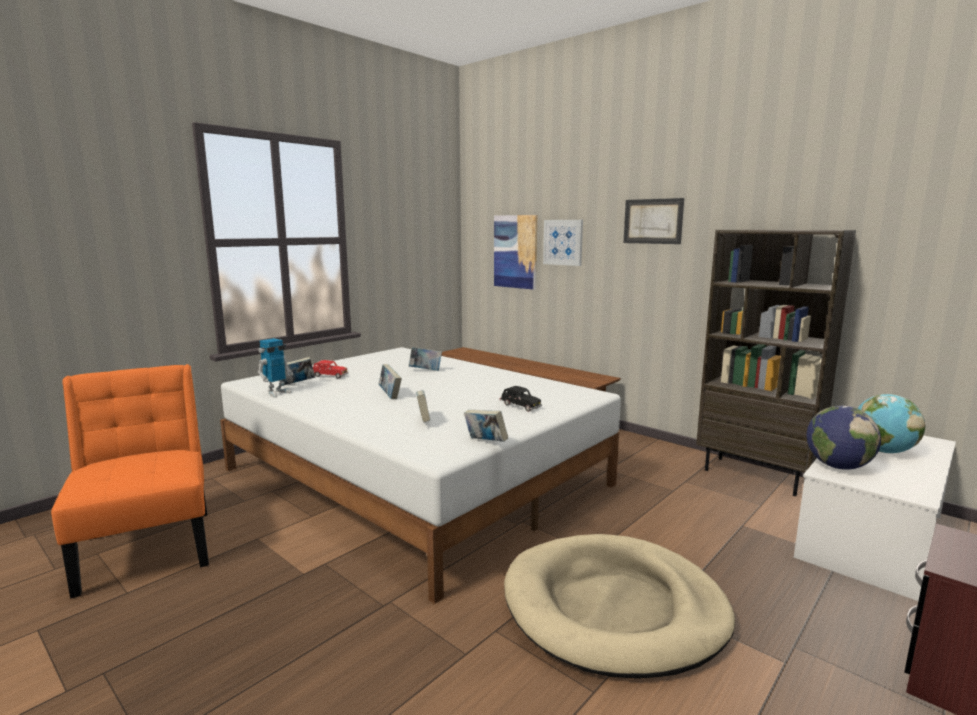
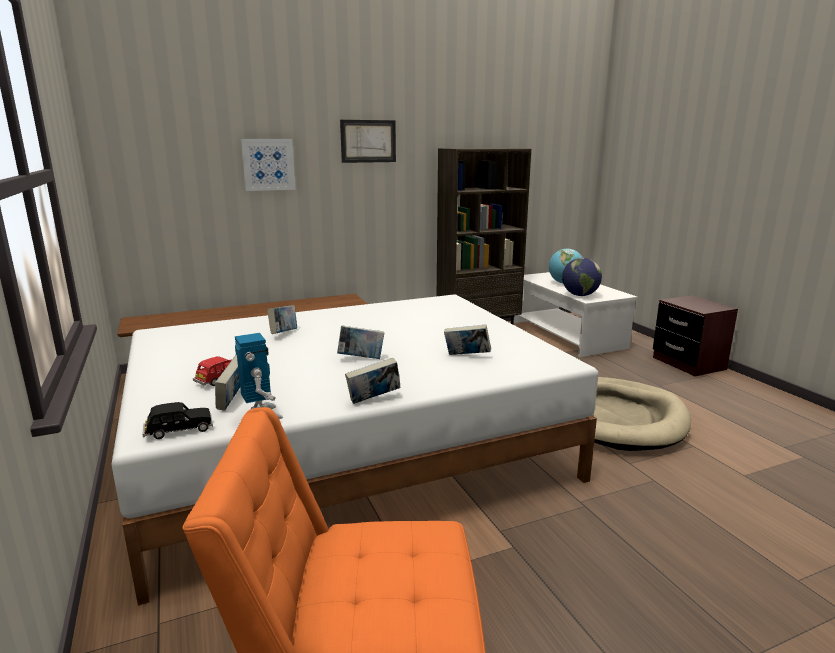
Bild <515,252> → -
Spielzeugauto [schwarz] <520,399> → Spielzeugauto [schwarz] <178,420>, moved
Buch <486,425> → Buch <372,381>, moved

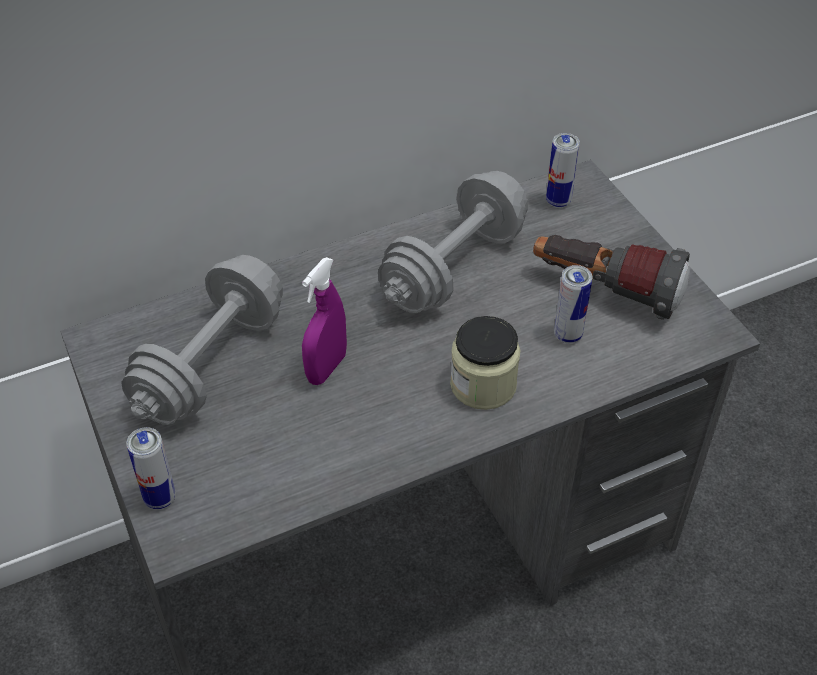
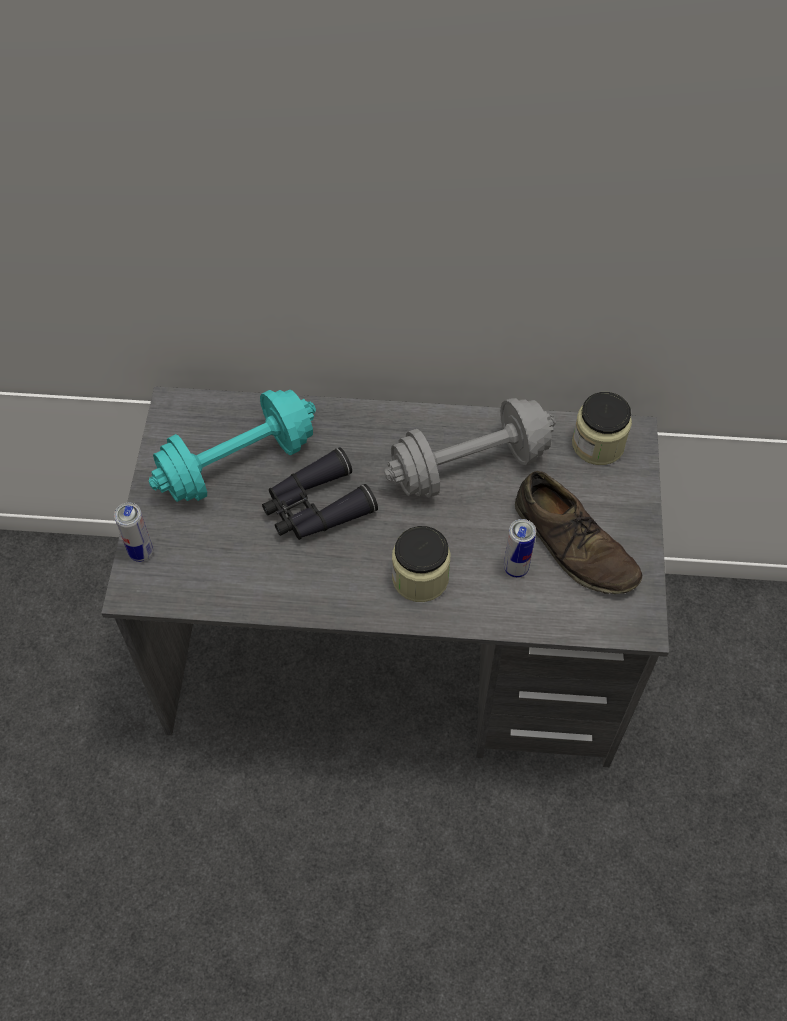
Dose <563,170> → Vorratsglas <602,428>
Taschenlampe <611,277> → Schuh [braun] <579,532>
Hantel [grau] <202,340> → Hantel [türkis] <232,446>
Sprühflasche [lila] <324,321> → Fernglas [schwarz] <320,493>

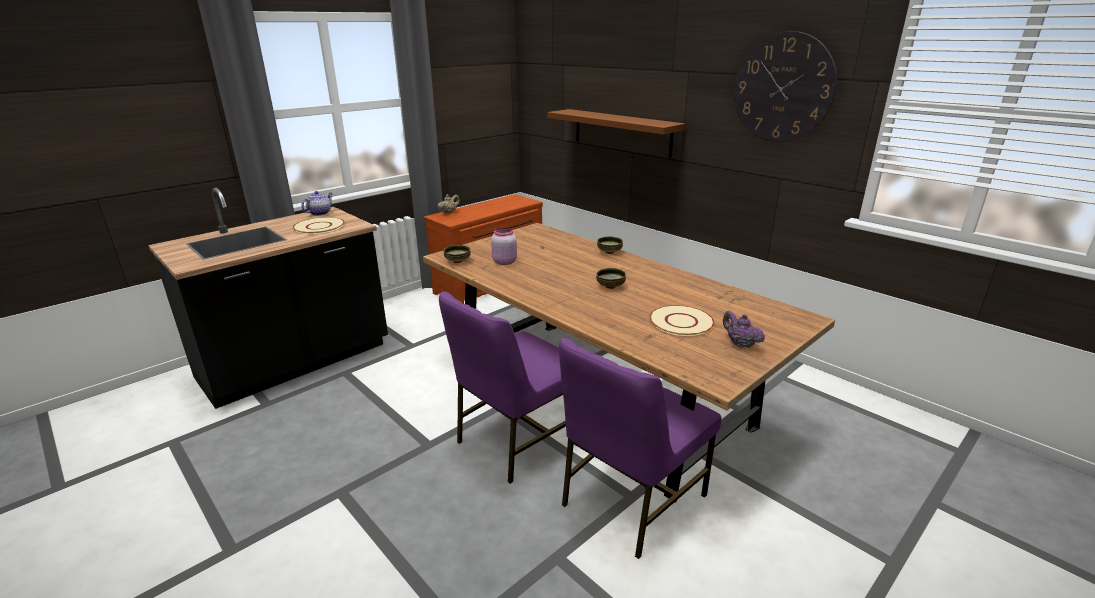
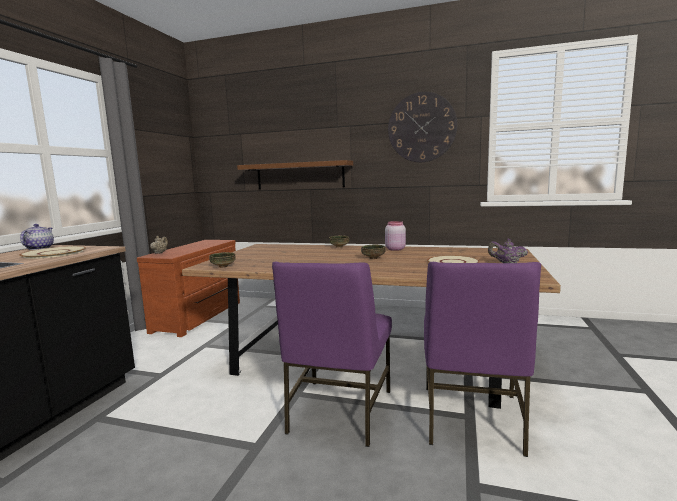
Vorratsglas [rosa] <504,246> → Vorratsglas [rosa] <395,236>, moved

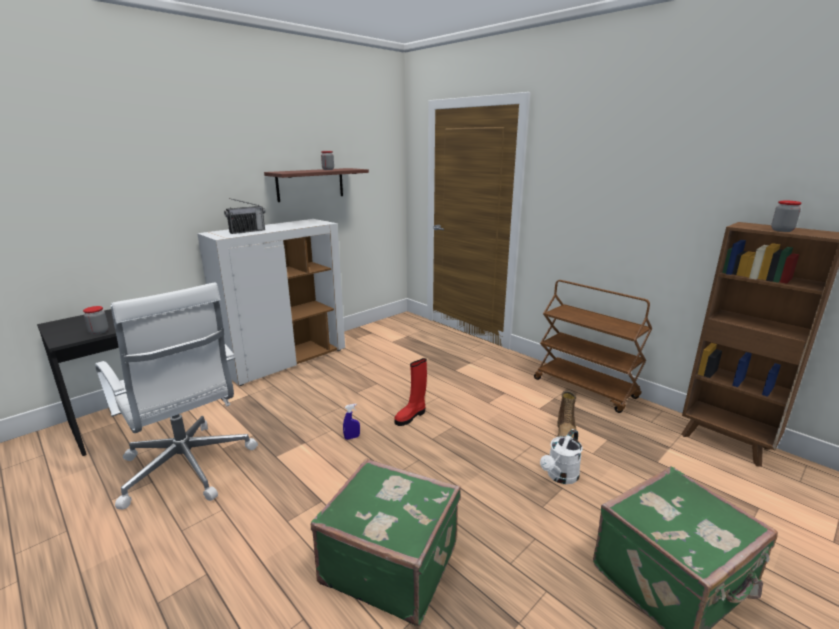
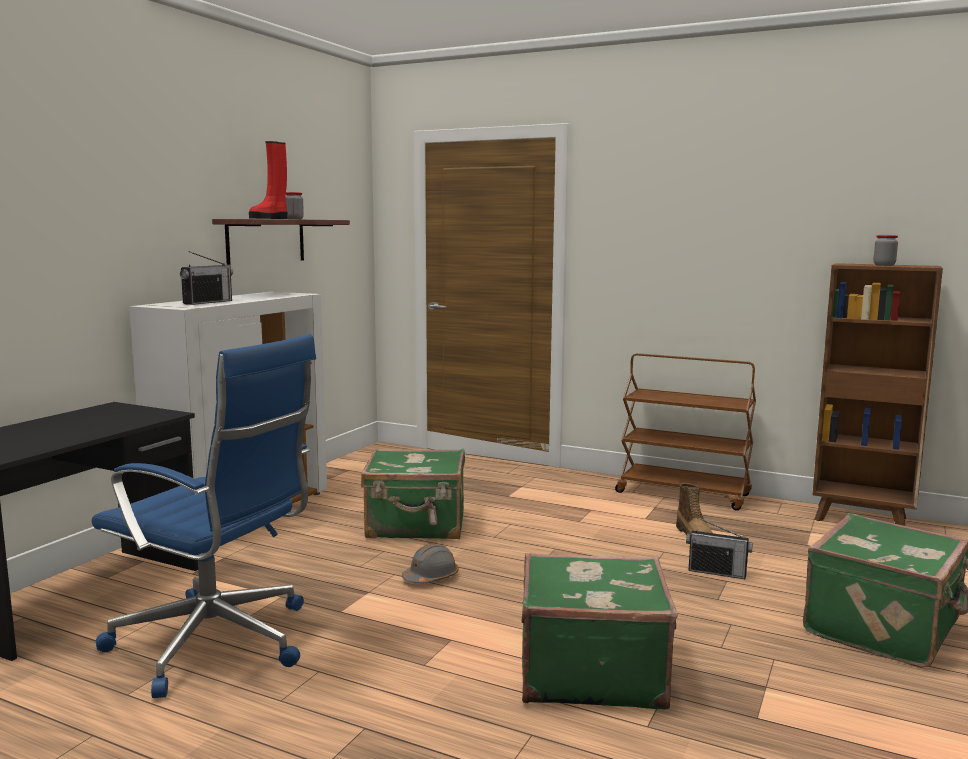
Bürostuhl [weiß] <176,396> → Bürostuhl [blau] <204,516>
Vorratsglas <95,320> → -
Stiefel [rot] <410,392> → Stiefel [rot] <268,180>, moved
Sprühflasche [blau] <351,422> → Schutzhelm [grau] <430,563>
Gießkanne [weiß] <561,456> → Radio <719,548>
- → Koffer [grün] <413,493>

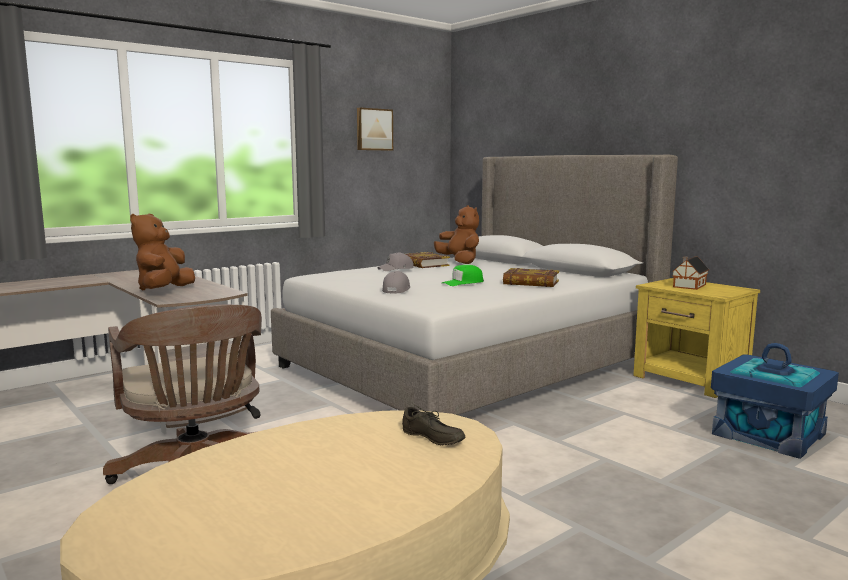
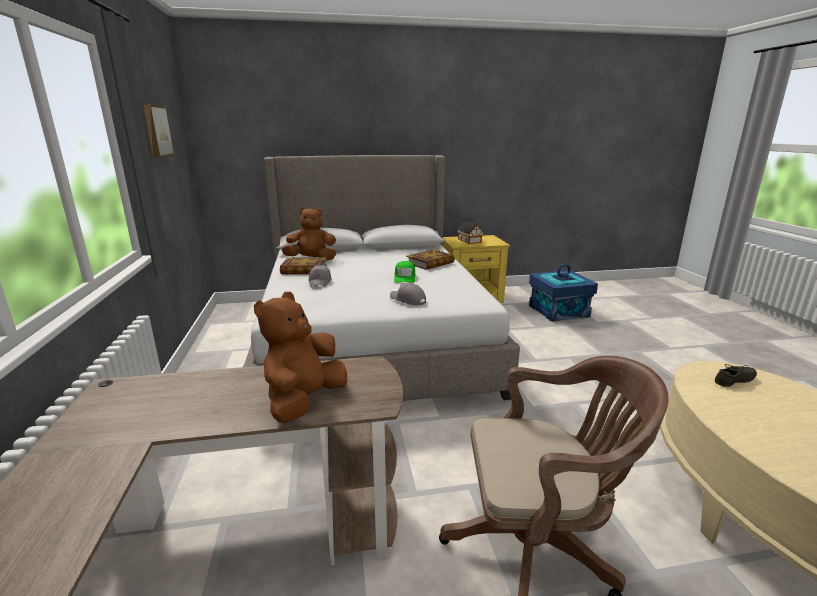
Plüschtier [braun] <162,251> → Plüschtier [braun] <300,357>, 75 degrees clockwise

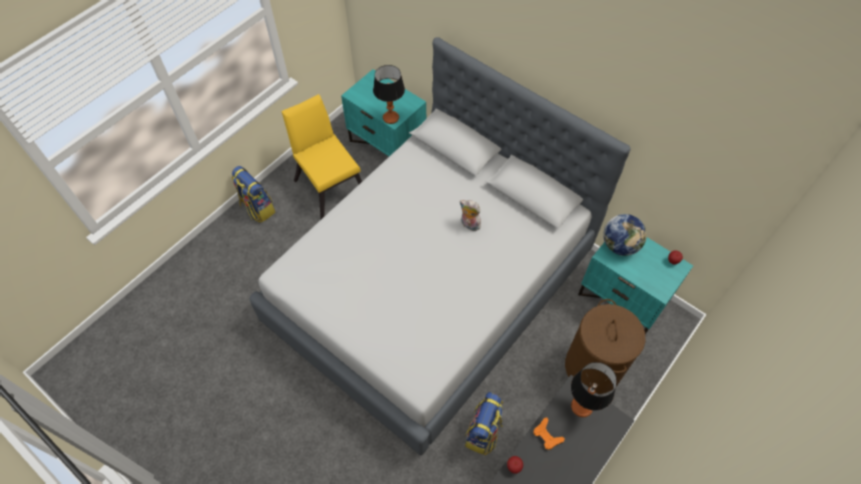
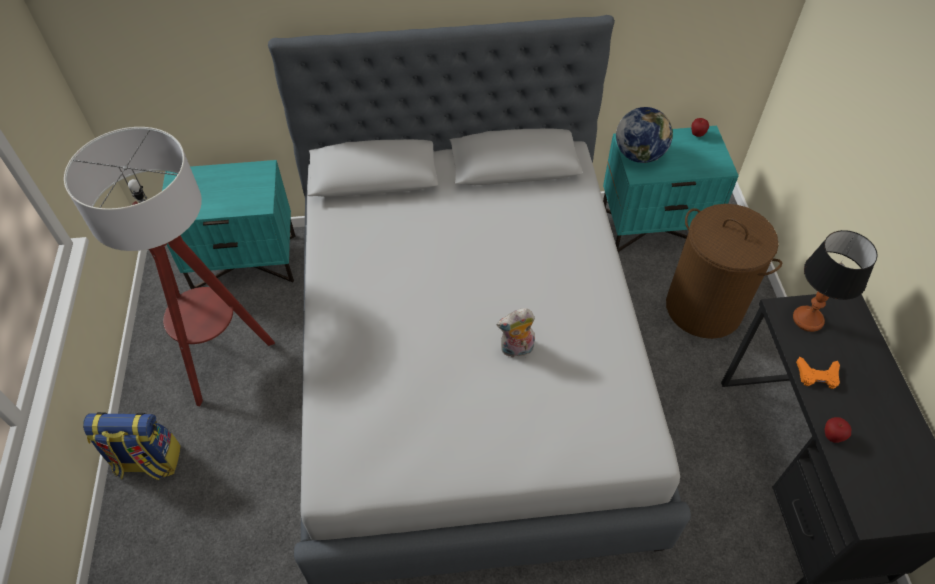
Tischlampe <389,94> → -
Stuhl [gelb] <322,156> → Stehlampe <169,266>
Plüschtier <471,215> → Plüschtier <516,332>, moved
Rucksack <484,423> → -

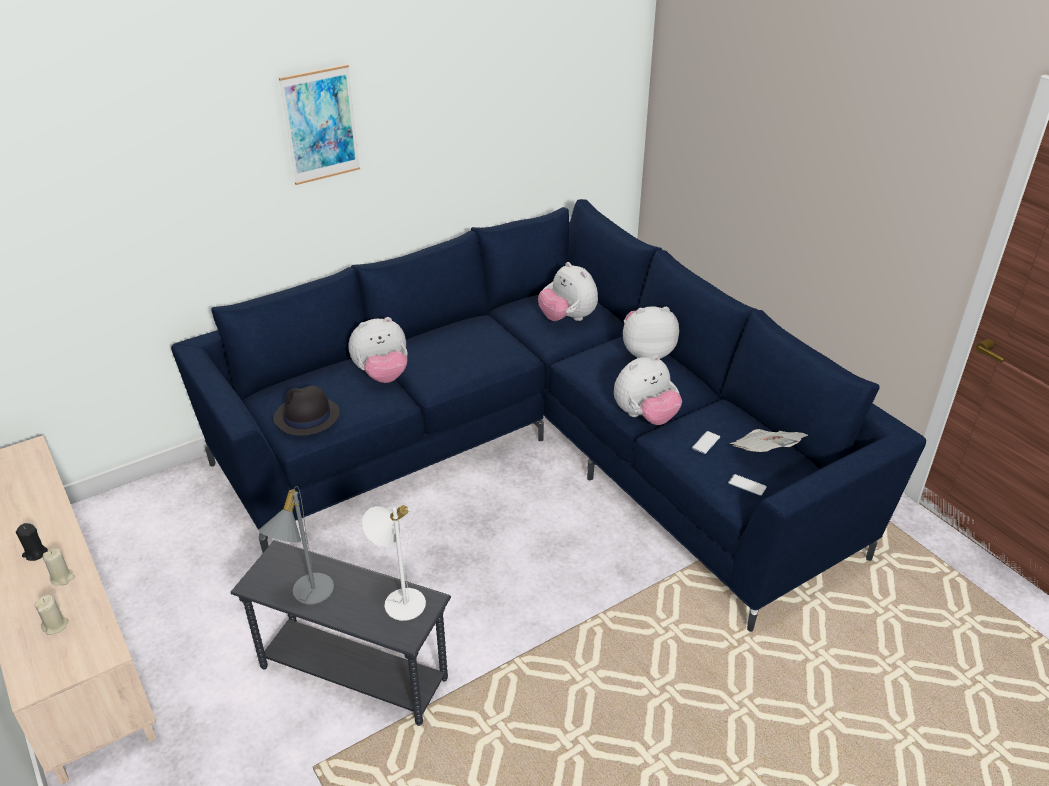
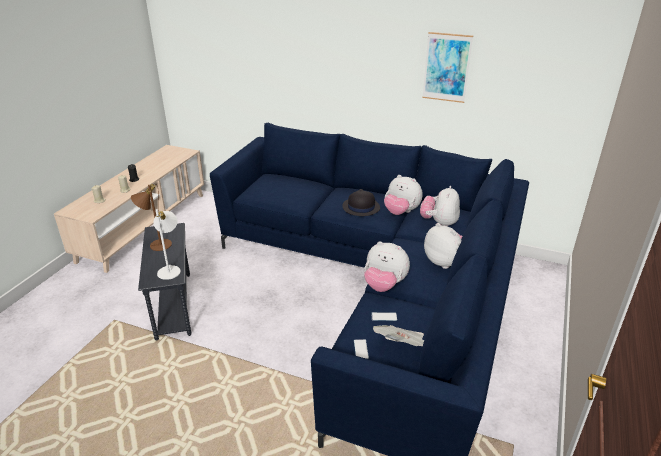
Bild <319,124> → Bild <447,67>, moved
Plüschtier <377,350> → Plüschtier <403,195>, moved
Hut [schwarz] <306,411> → Hut [schwarz] <361,202>, moved
Tischlampe [grau] <296,545> → Tischlampe [braun] <151,217>

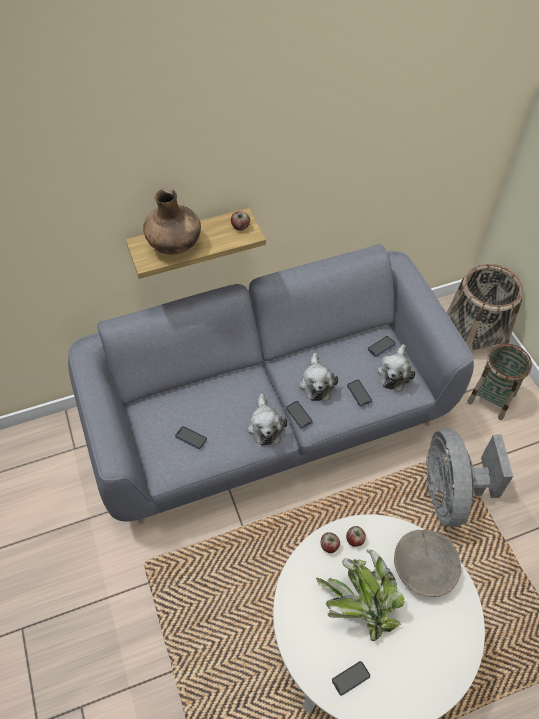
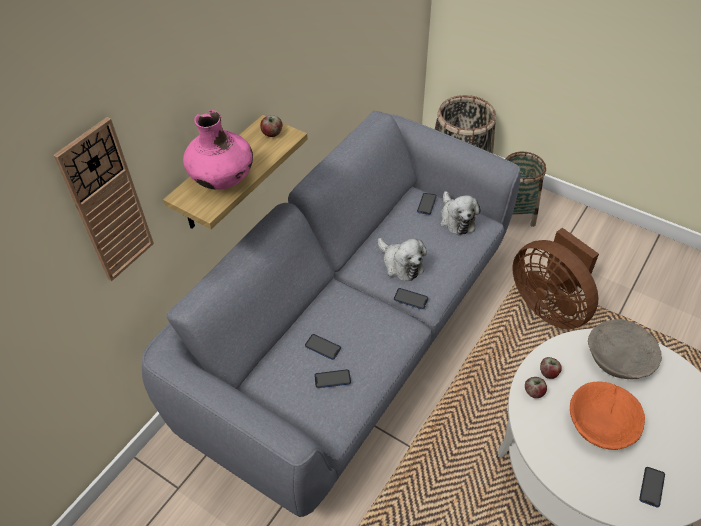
Vase [braun] <172,222> → Vase [rosa] <218,150>
Handy <359,393> → Handy <323,347>, moved
Plüschtier <267,419> → -
Ventilator [grau] <469,478> → Ventilator [braun] <555,278>
Topfpflanze <360,595> → Schüssel [orange] <607,415>
- → Wanduhr <103,199>

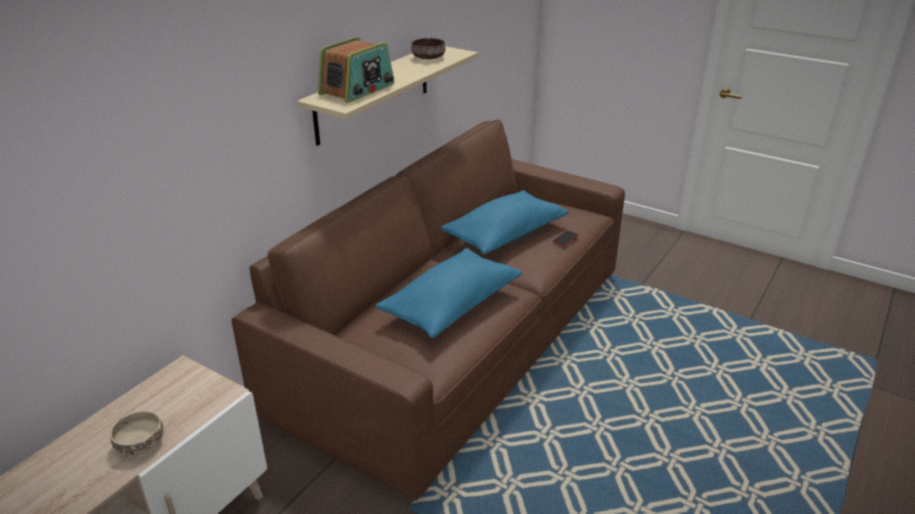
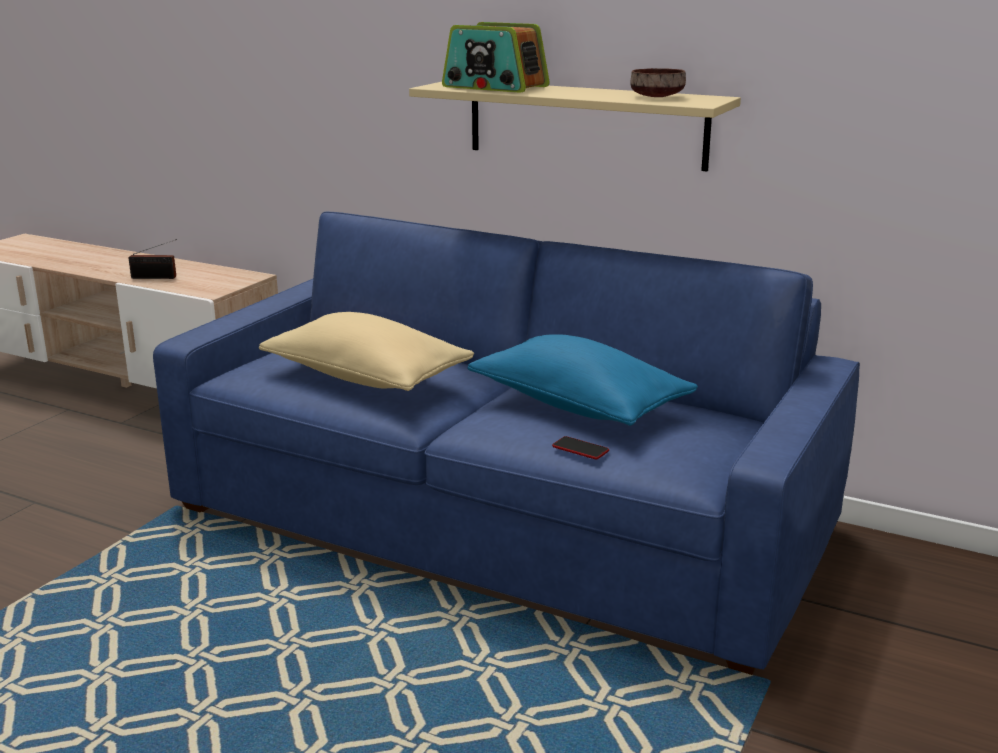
Sofa [braun] <428,310> → Sofa [blau] <506,443>
Kissen [blau] <449,293> → Kissen [beige] <366,351>
Schüssel [beige] <137,433> → Radio <153,259>

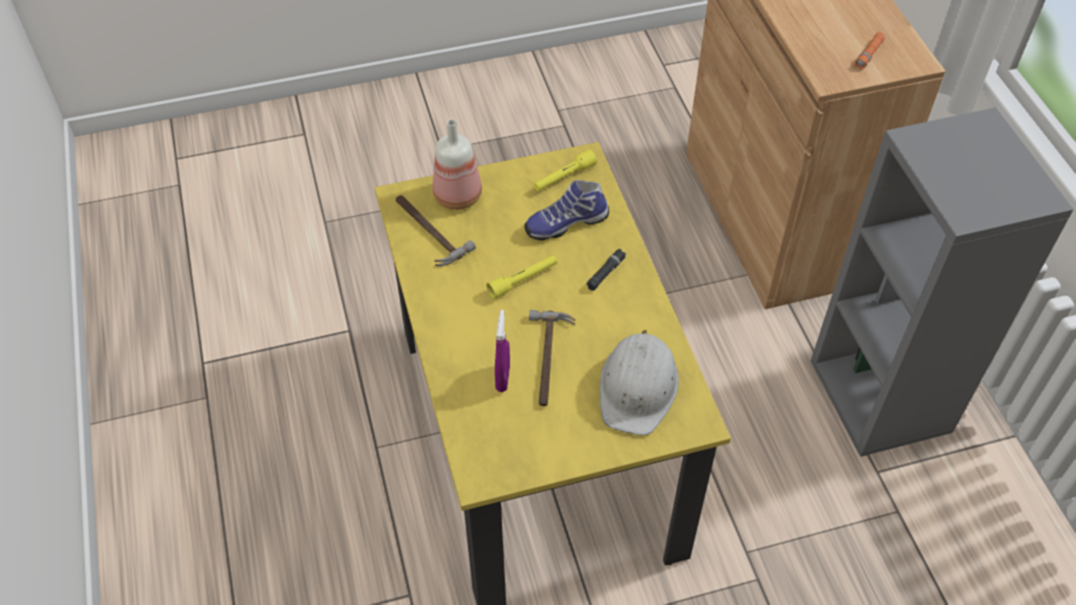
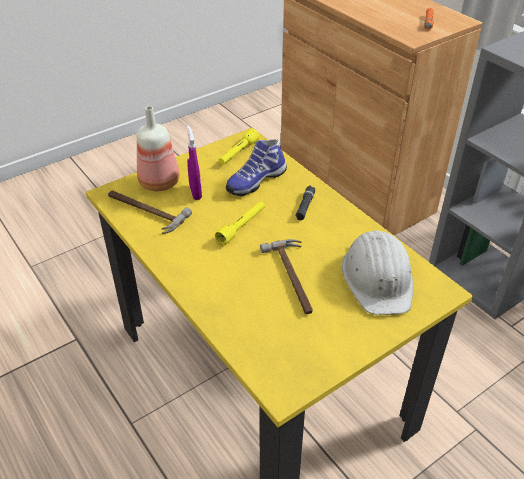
Sprühflasche [lila] <502,351> → Sprühflasche [lila] <194,162>, moved

